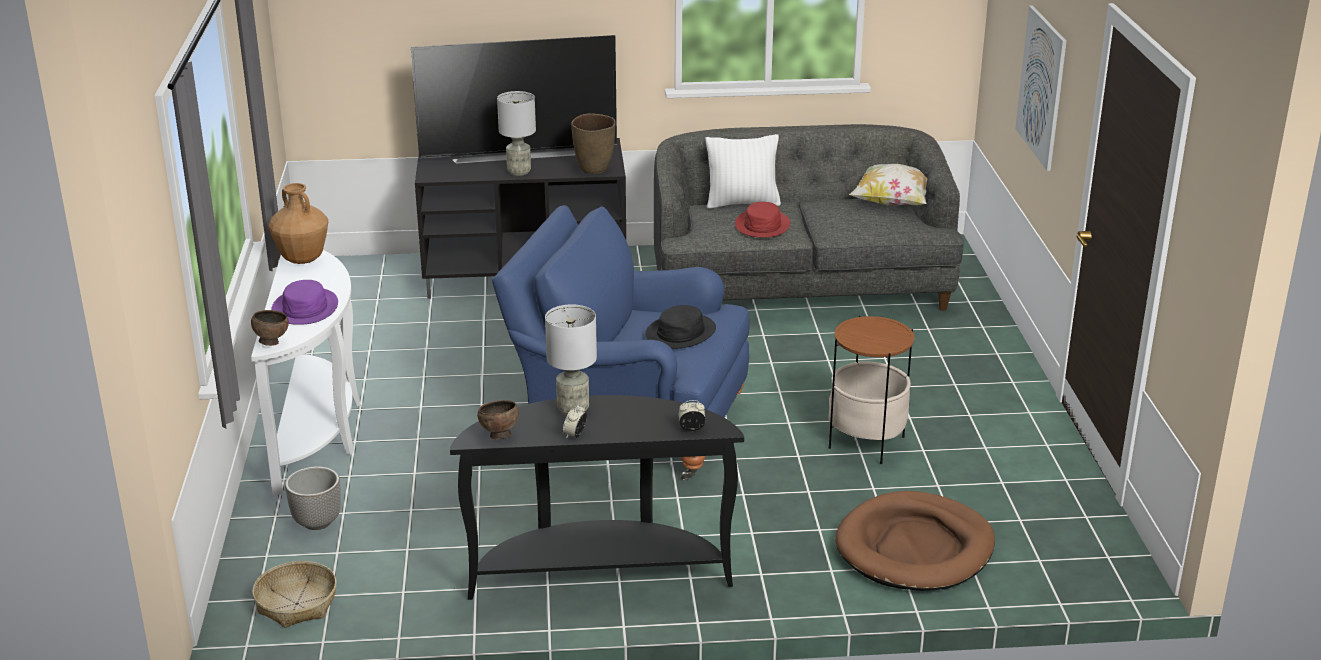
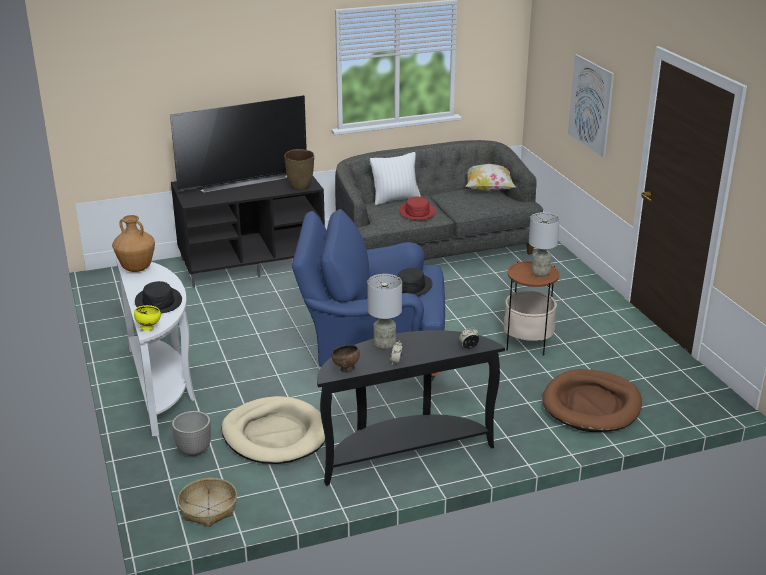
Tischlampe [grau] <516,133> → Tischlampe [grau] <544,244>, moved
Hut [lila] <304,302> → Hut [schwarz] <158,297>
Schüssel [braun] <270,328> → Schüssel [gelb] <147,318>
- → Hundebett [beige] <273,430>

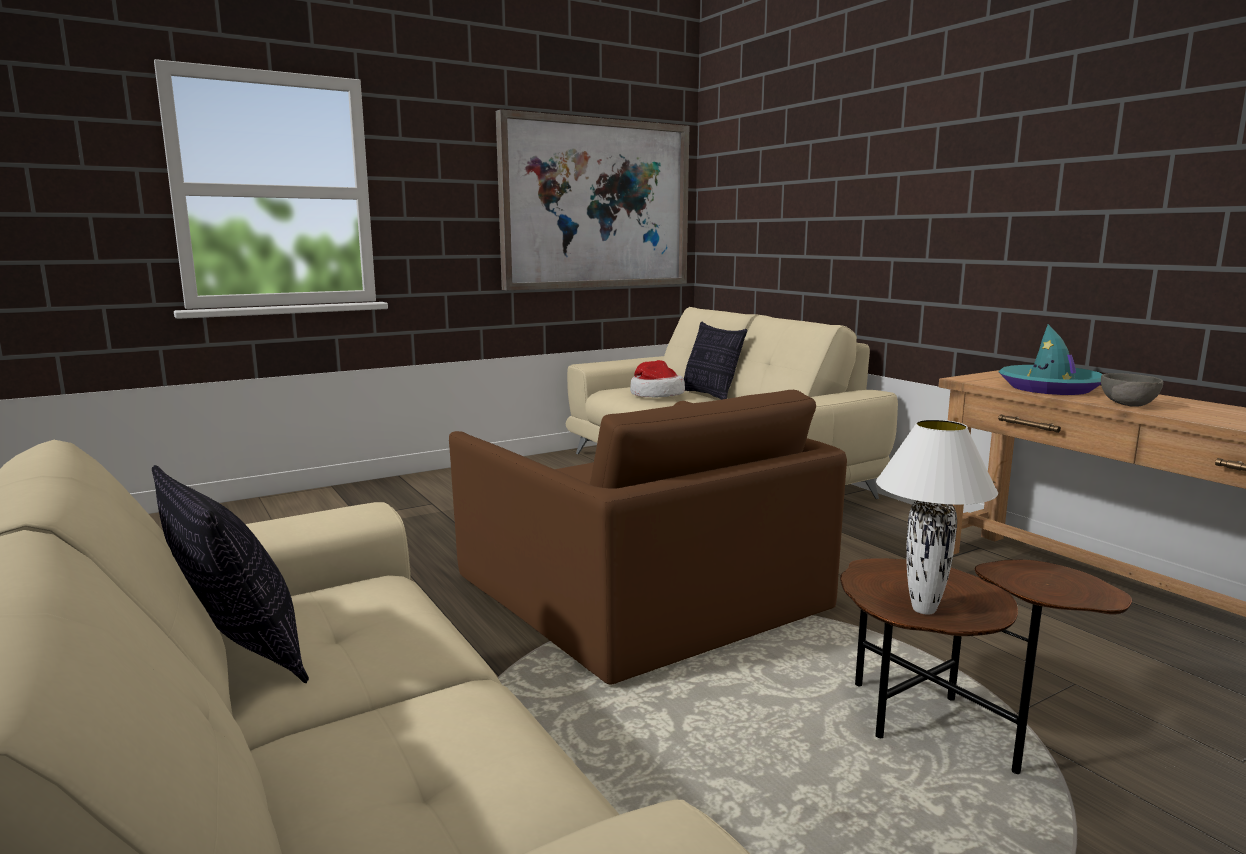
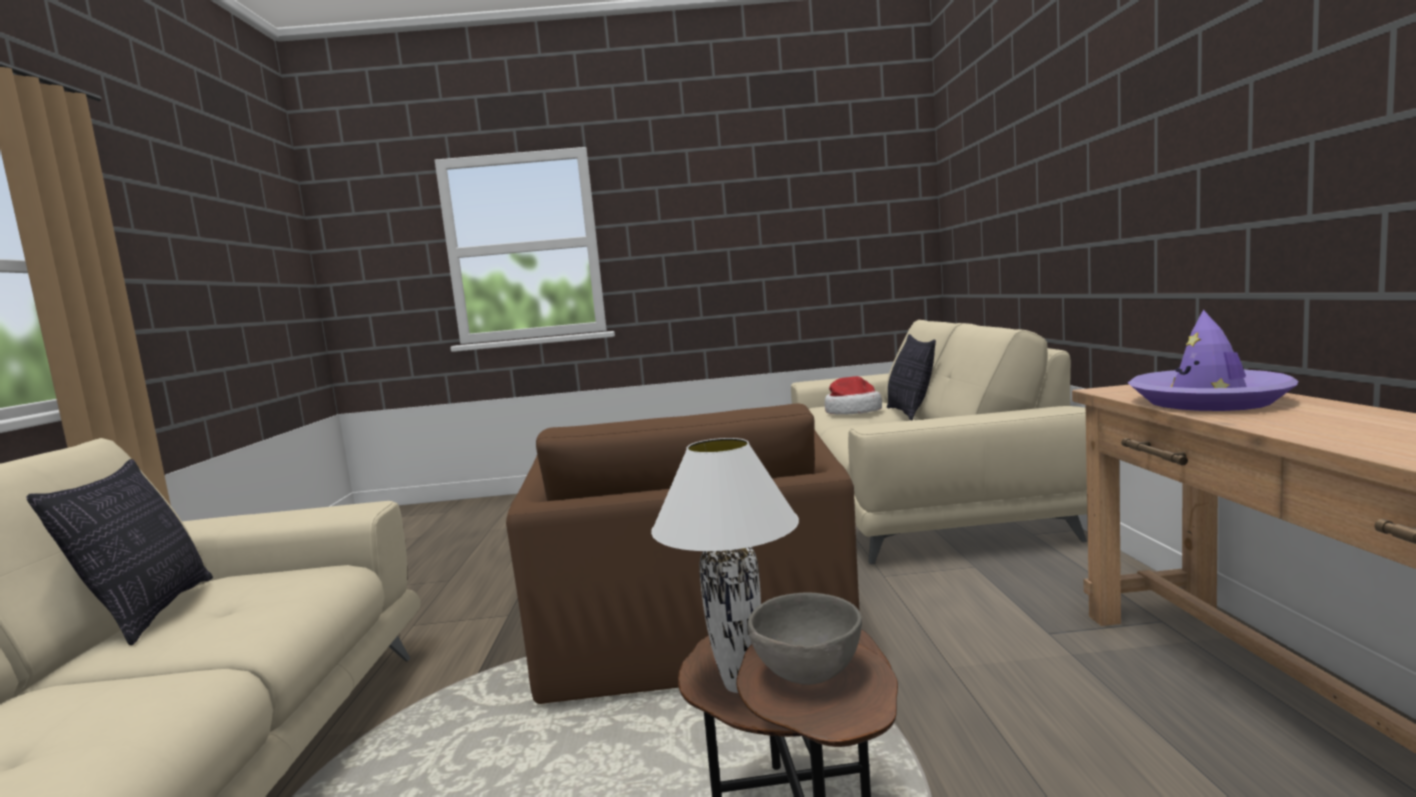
Bild <592,199> → -
Hut [türkis] <1050,359> → Hut [lila] <1213,360>
Schüssel [grau] <1132,390> → Schüssel [grau] <805,638>, moved

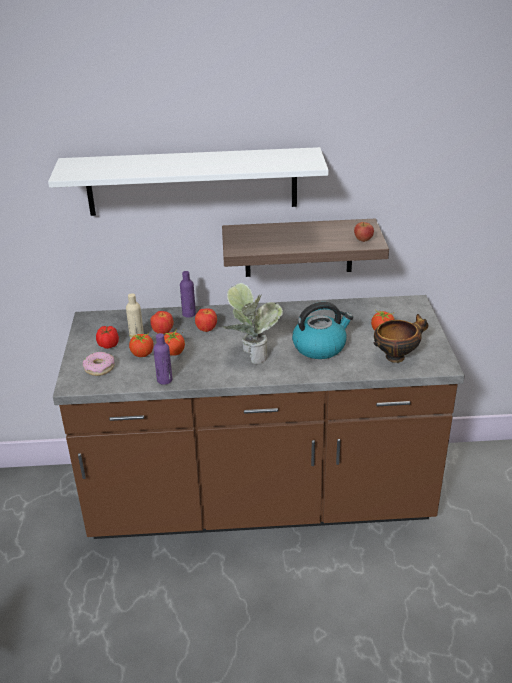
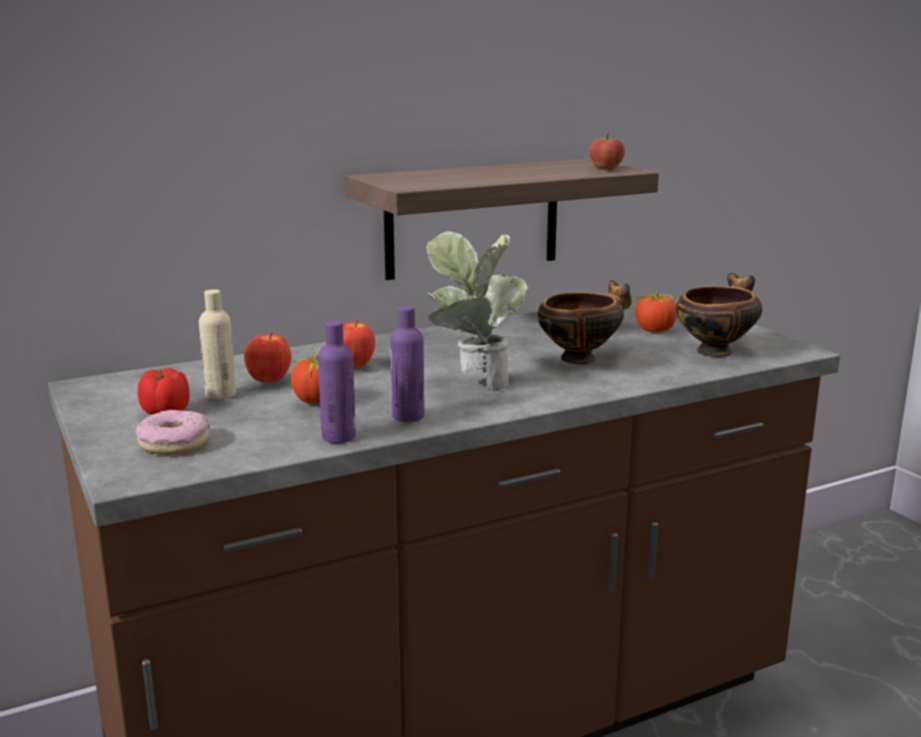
Wandregal [weiß] <188,181> → -
Flasche [lila] <188,294> → Flasche [lila] <407,363>, moved
Wasserkessel <322,330> → Schüssel <584,322>
Tomate <141,344> → -

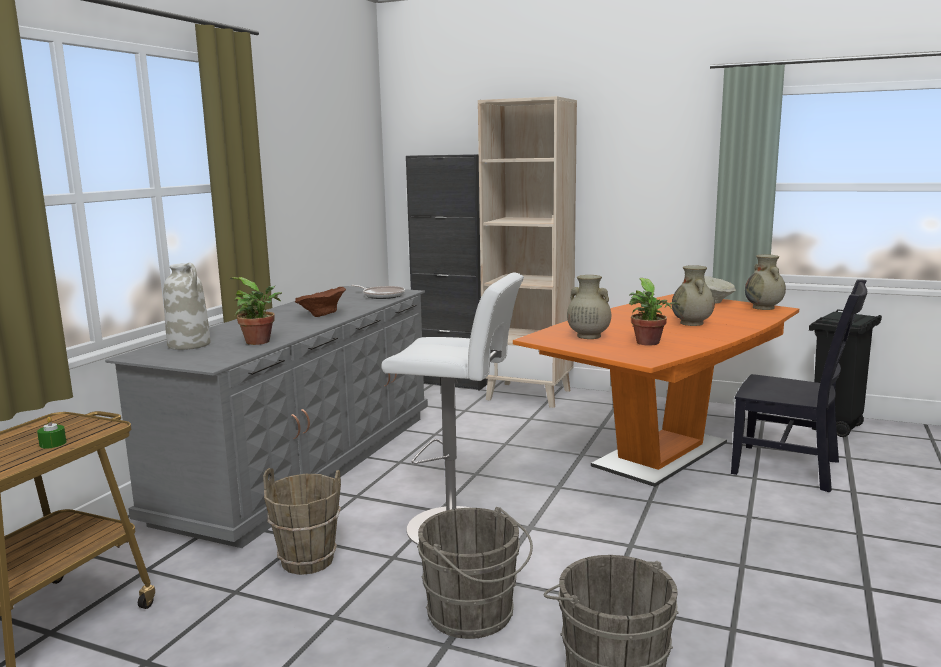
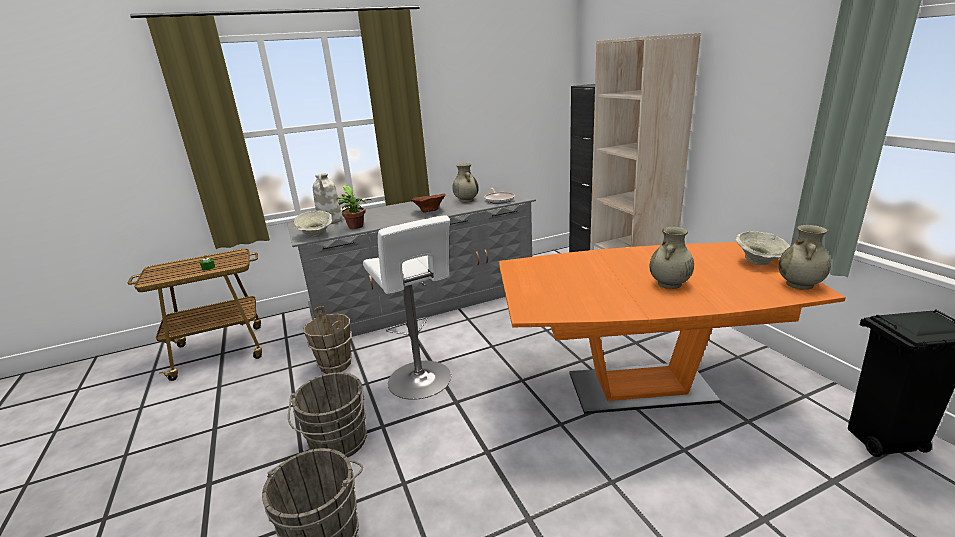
Vase [beige] <589,307> → Vase [beige] <465,182>, moved
Topfpflanze <655,311> → -
Stuhl [schwarz] <799,386> → -
- → Schüssel [beige] <312,224>

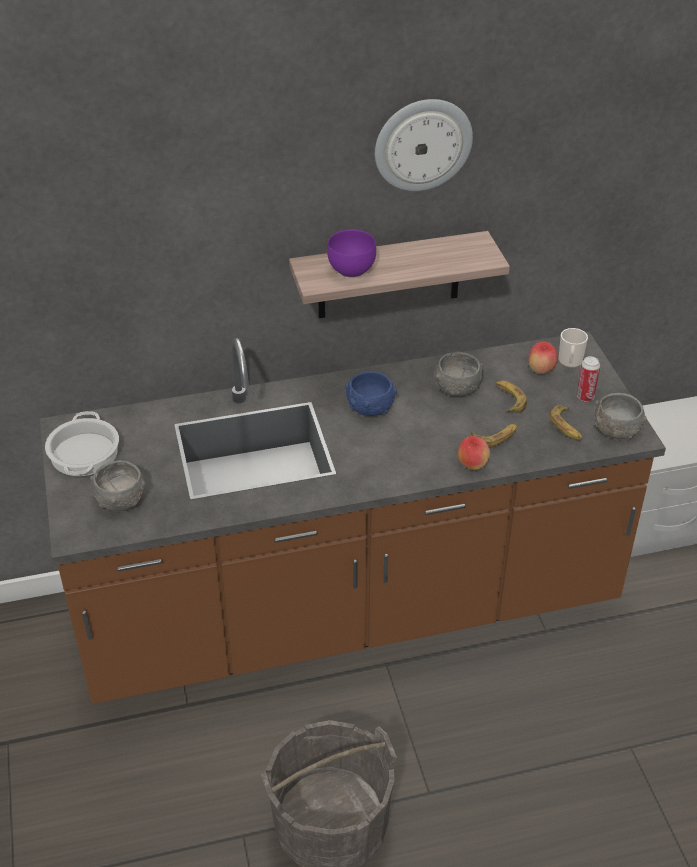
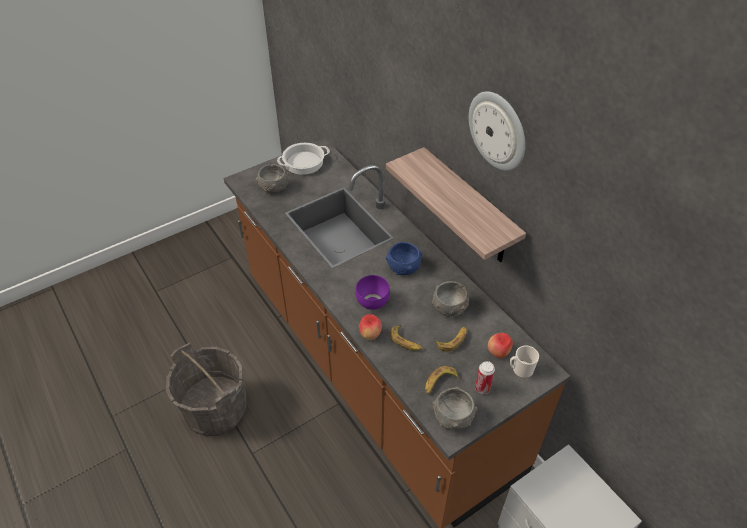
Schüssel [lila] <351,253> → Schüssel [lila] <372,292>, moved

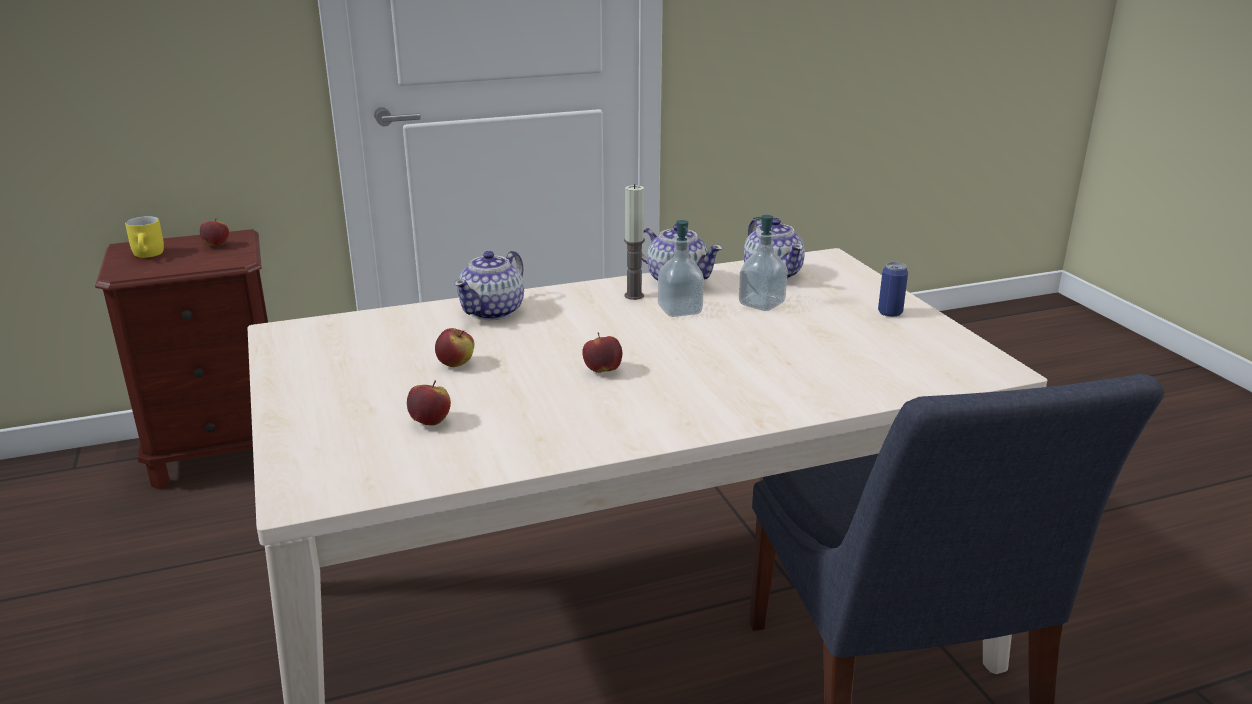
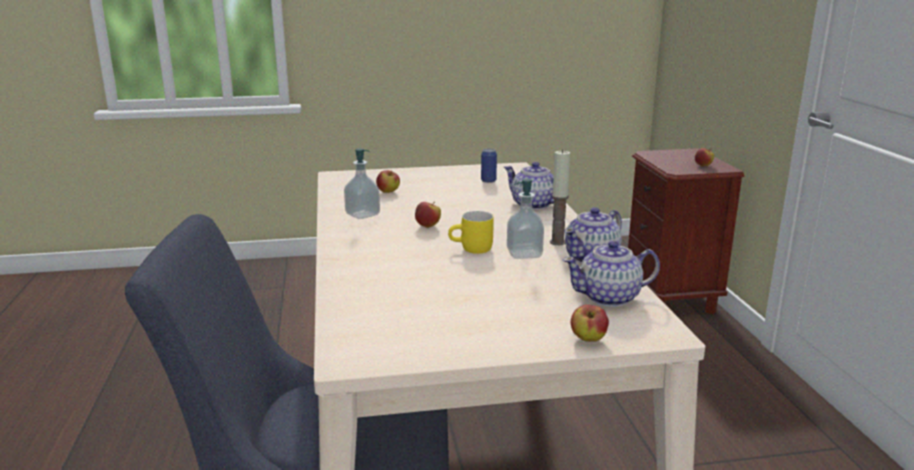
Seifenspender <763,263> → Seifenspender <362,183>, moved
Henkelbecher [gelb] <144,237> → Henkelbecher [gelb] <471,232>, moved
Dose <893,289> → Dose <489,165>, moved
Apfel <455,347> → Apfel <590,323>, moved

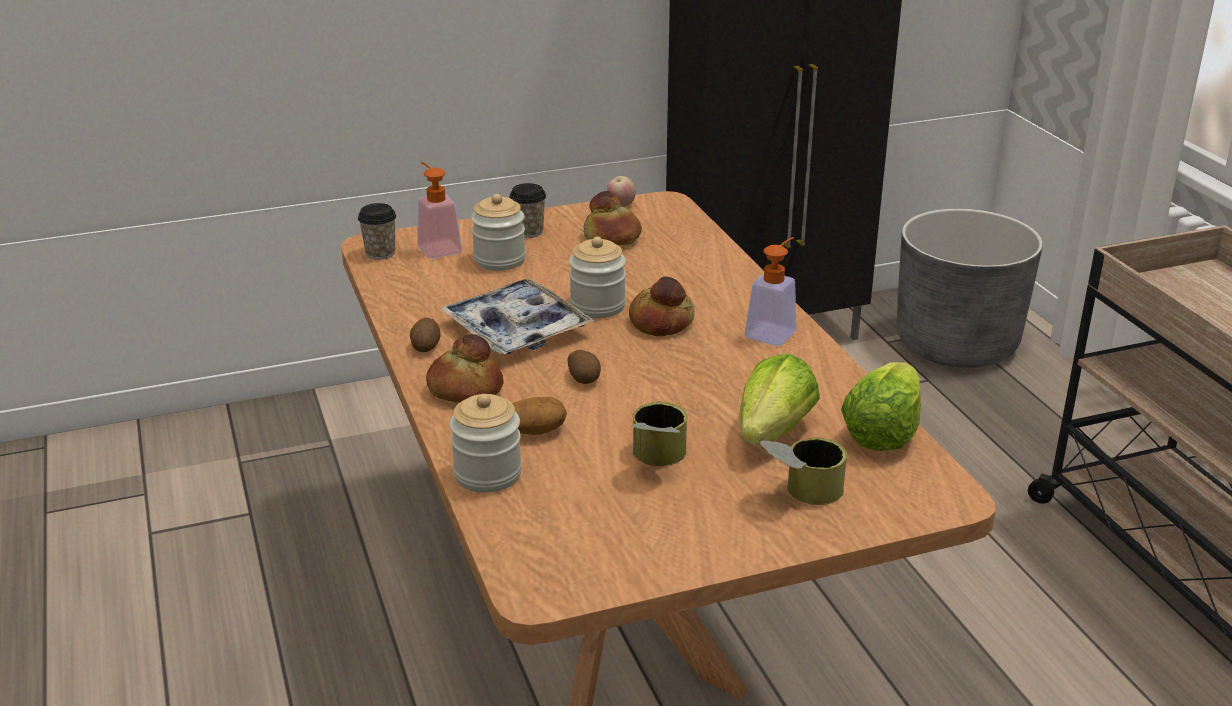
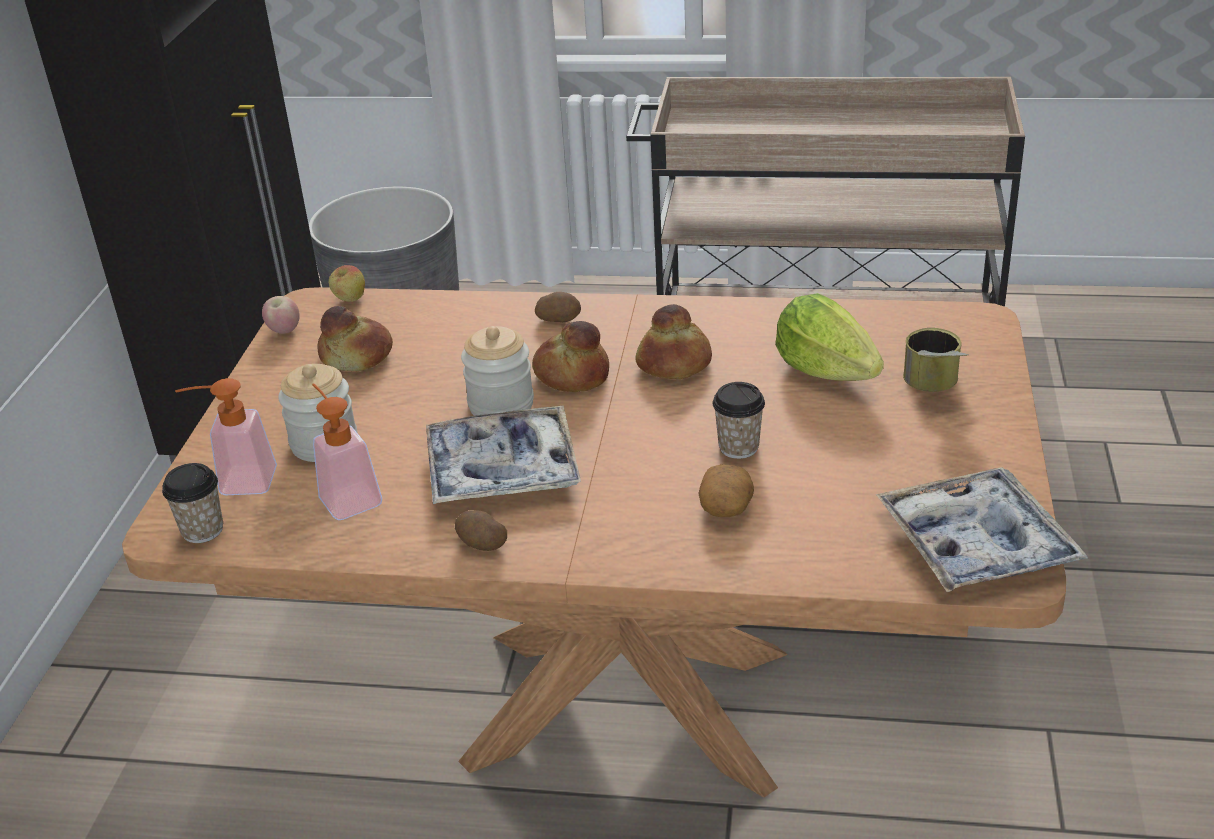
Tasse <527,210> → Tasse <739,420>, moved
Seifenspender <771,291> → Seifenspender <347,451>, moved
Brot <465,368> → Brot <673,341>, moved
Kartoffel <584,367> → Kartoffel <558,307>, moved
Salatkopf <881,406> → -
Vorratsglas <486,443> → -
Dose <659,434> → -
- → Apfel <347,283>
- → Tablett <982,530>

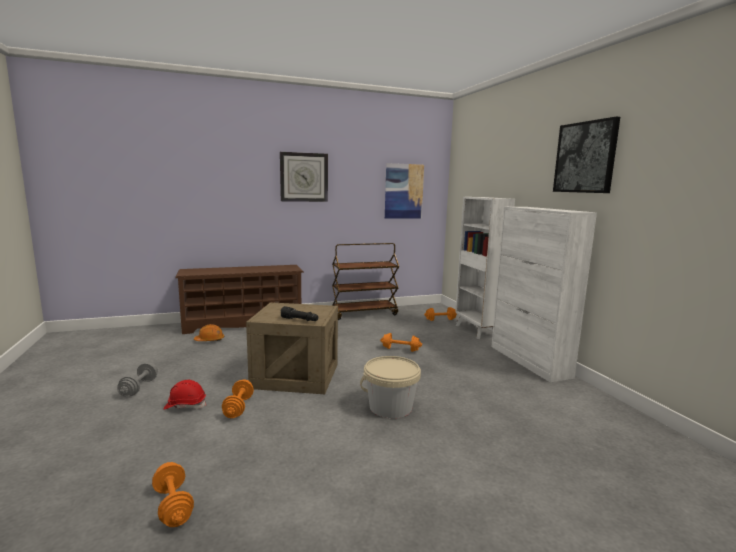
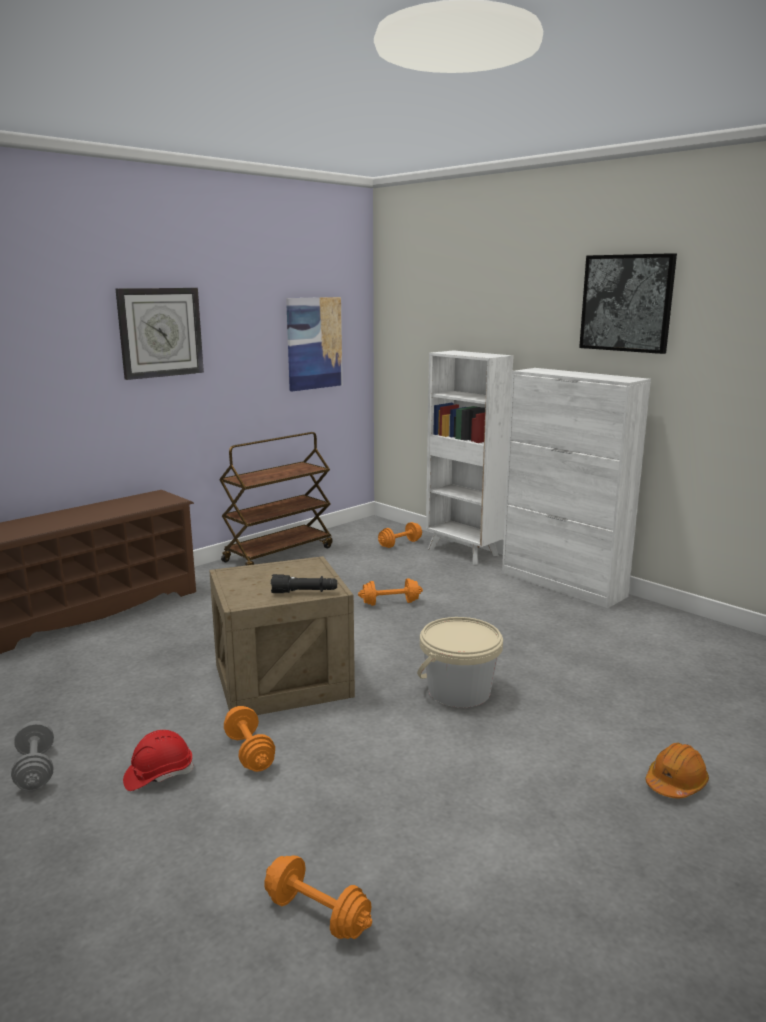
Schutzhelm [orange] <209,332> → Schutzhelm [orange] <677,770>, moved

